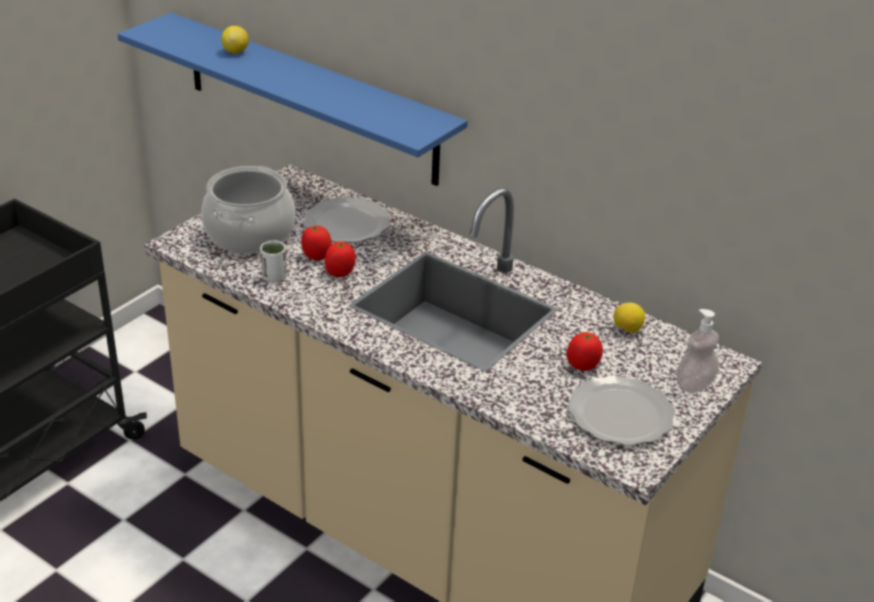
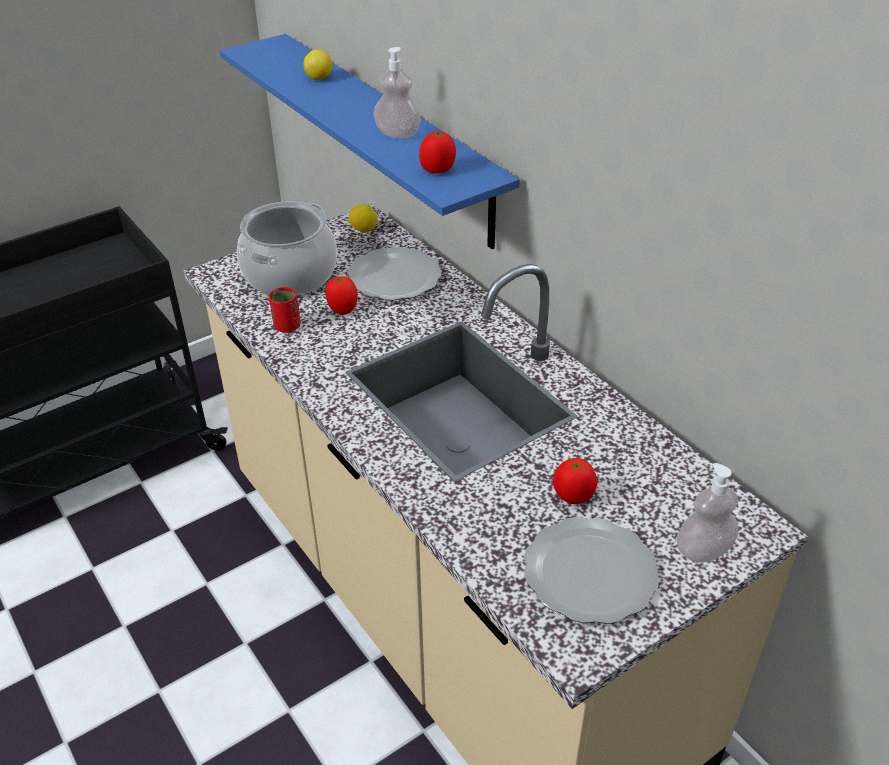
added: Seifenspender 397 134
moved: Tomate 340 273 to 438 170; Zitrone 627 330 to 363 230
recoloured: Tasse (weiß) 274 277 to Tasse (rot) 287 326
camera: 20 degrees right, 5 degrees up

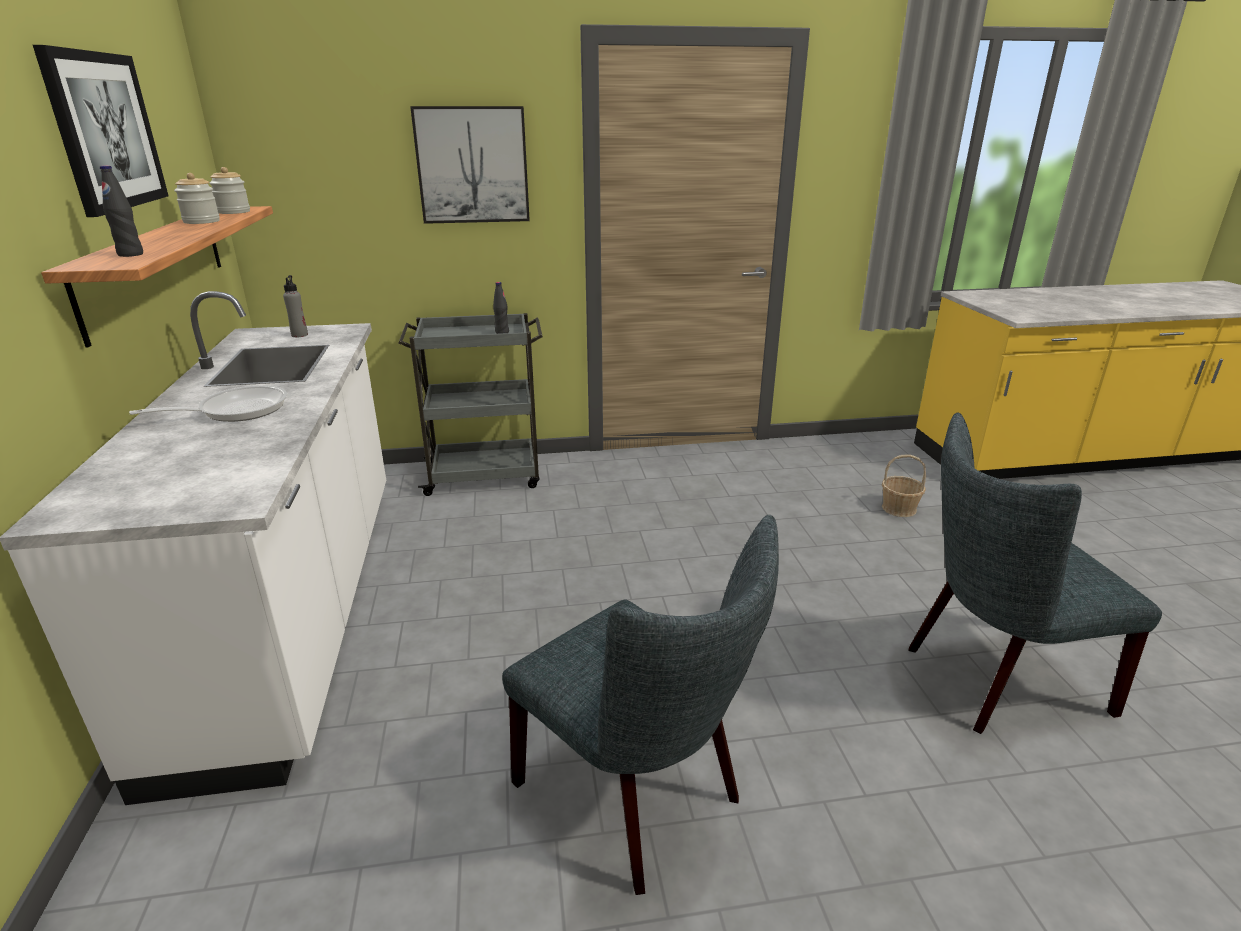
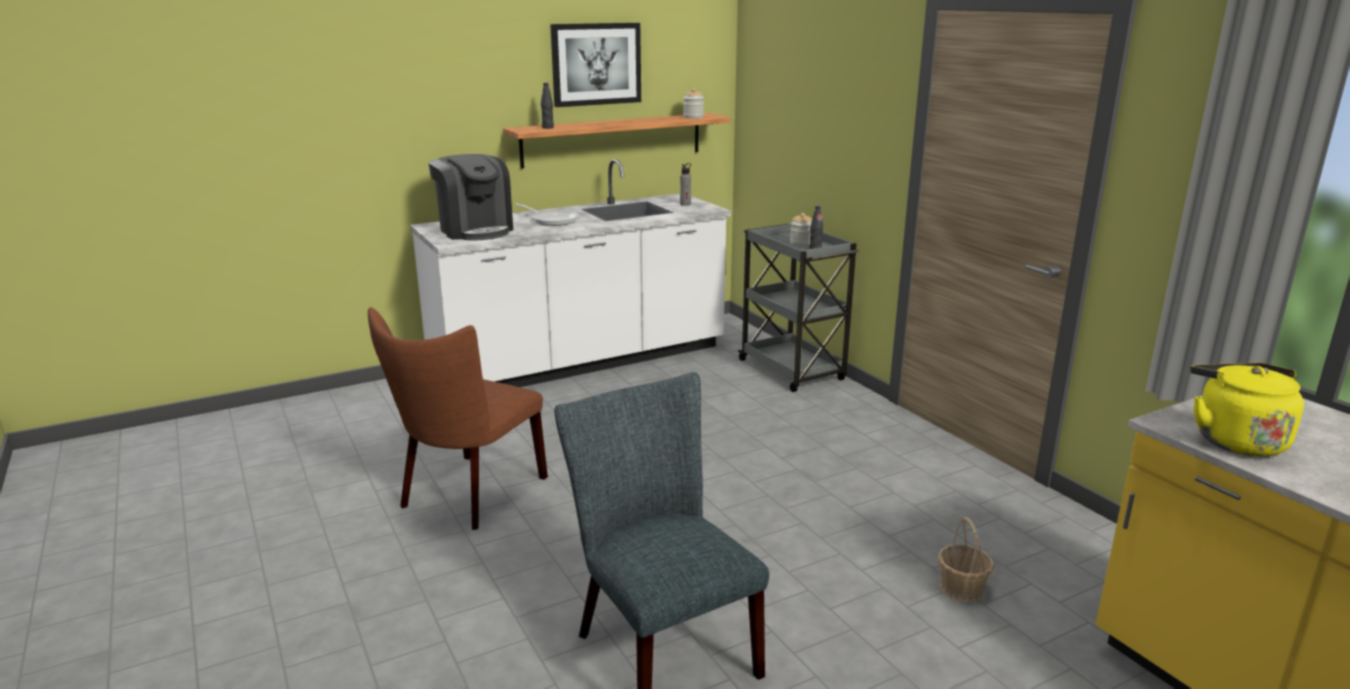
removed: Bild 472 165
added: Kaffeemaschine 475 230; Wasserkessel (gelb) 1234 440
moved: Vorratsglas 201 222 to 801 243
recoloured: Stuhl (grau) 638 796 to Stuhl (braun) 467 495
camera: 70 degrees right, 5 degrees down

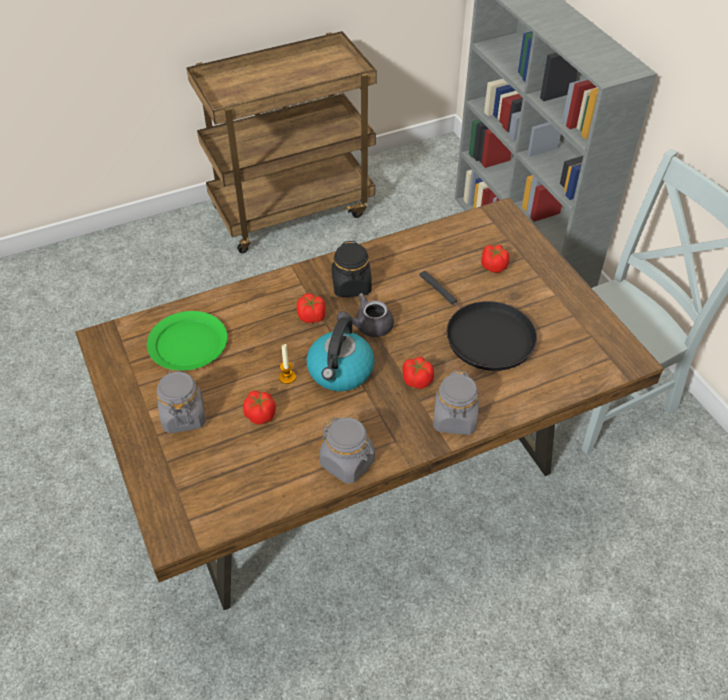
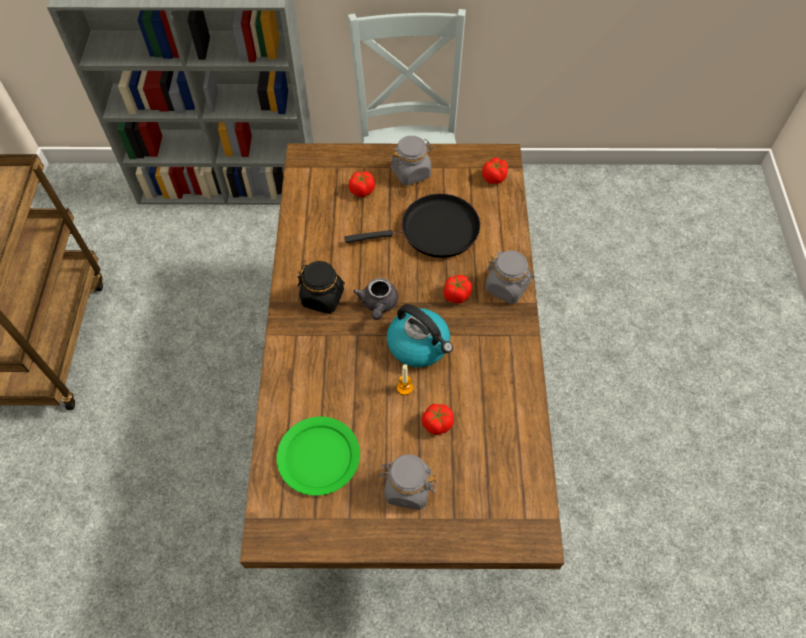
moved: Tomate 312 316 to 494 177; Vorratsglas (grau) 347 463 to 411 172
camera: 65 degrees left, 10 degrees up

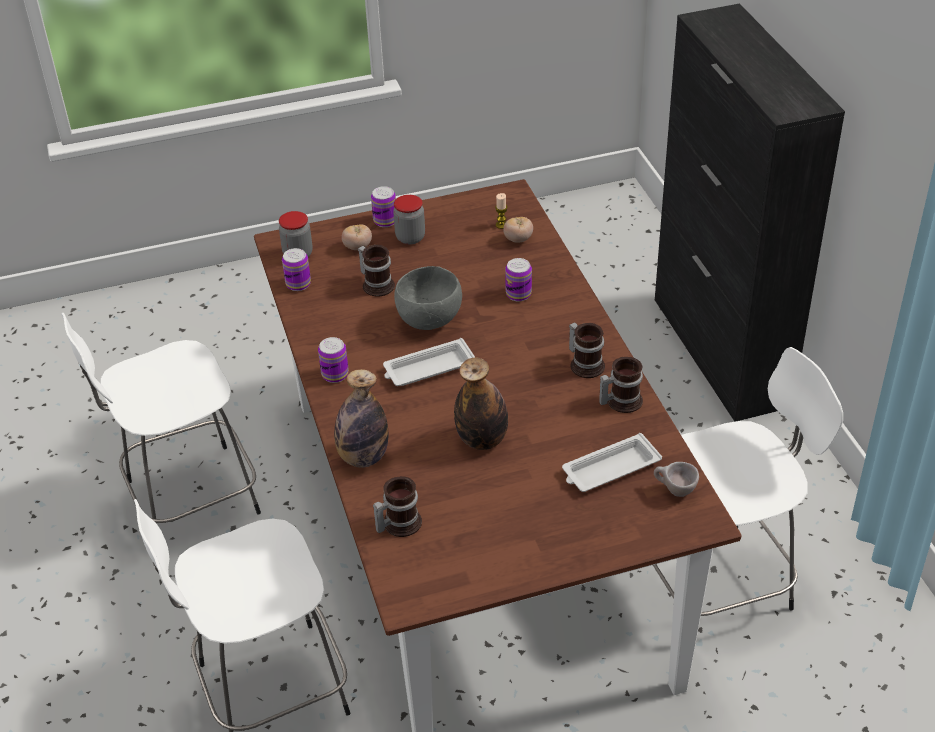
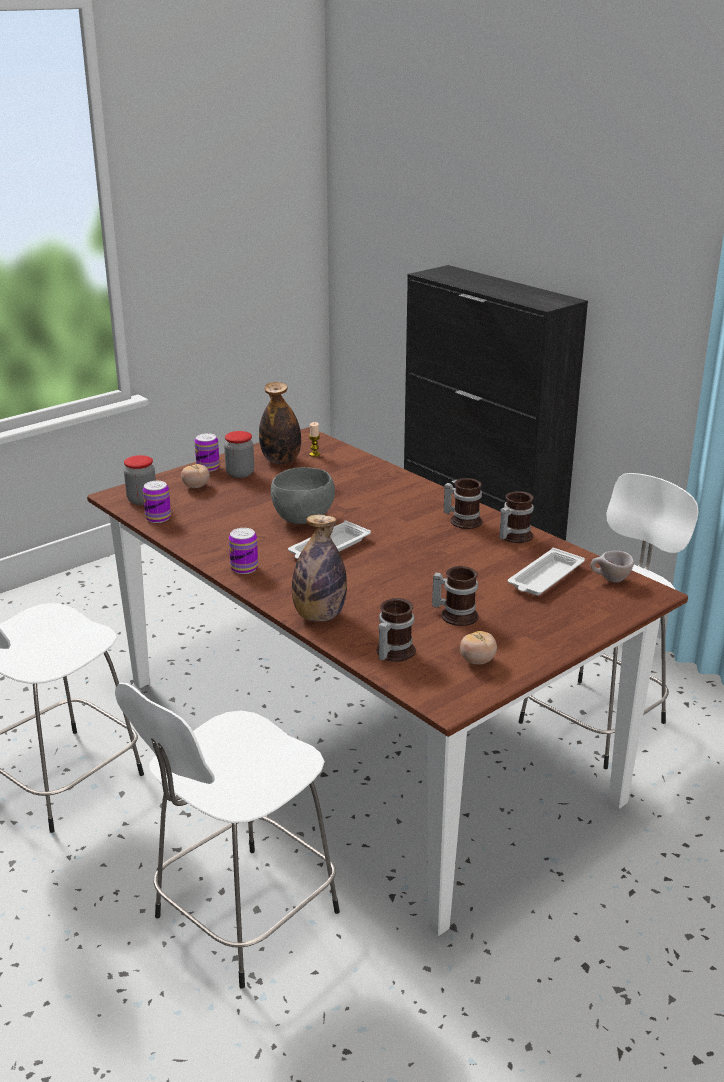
removed: Dose 518 294
moved: Tomate 518 239 to 477 661; Henkelbecher 377 284 to 456 614; Flasche 482 440 to 281 461
camera: 25 degrees left, 15 degrees down

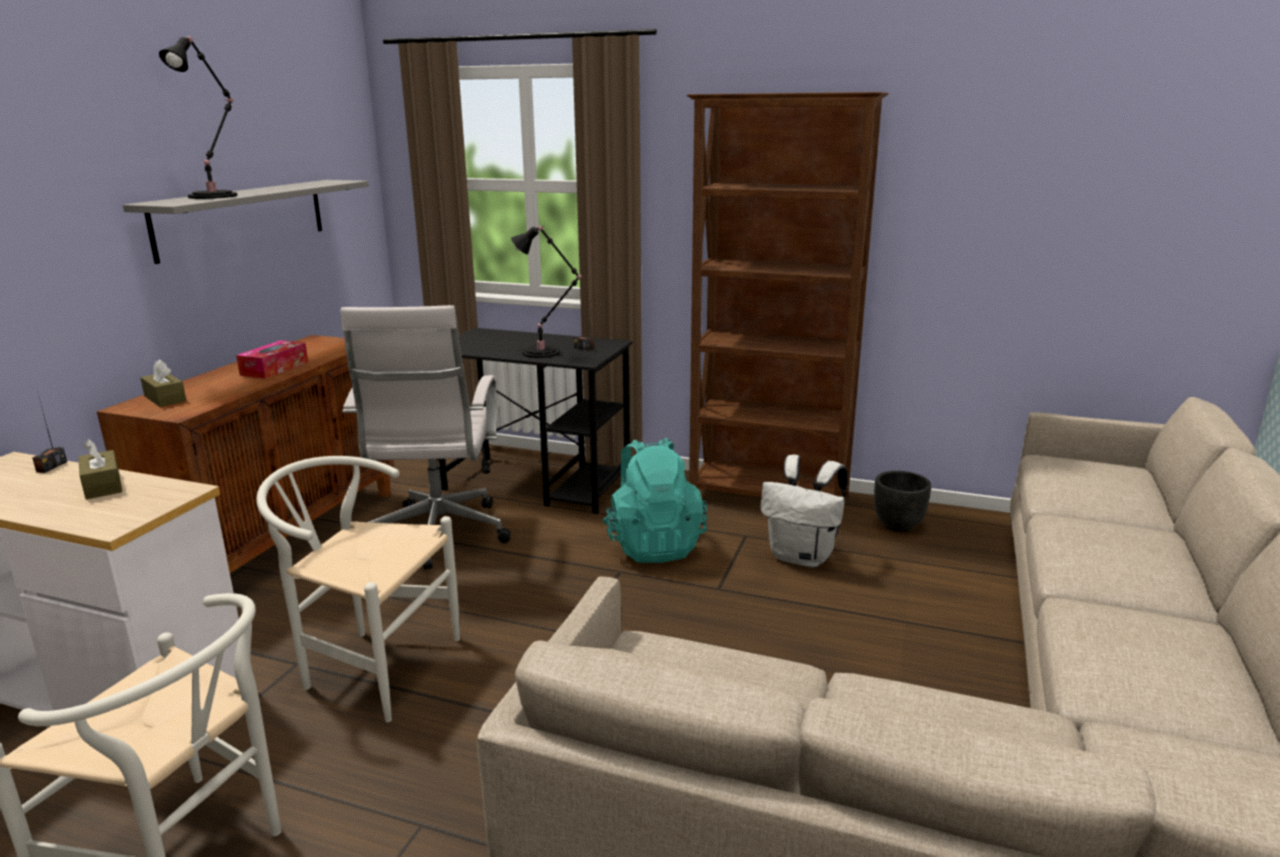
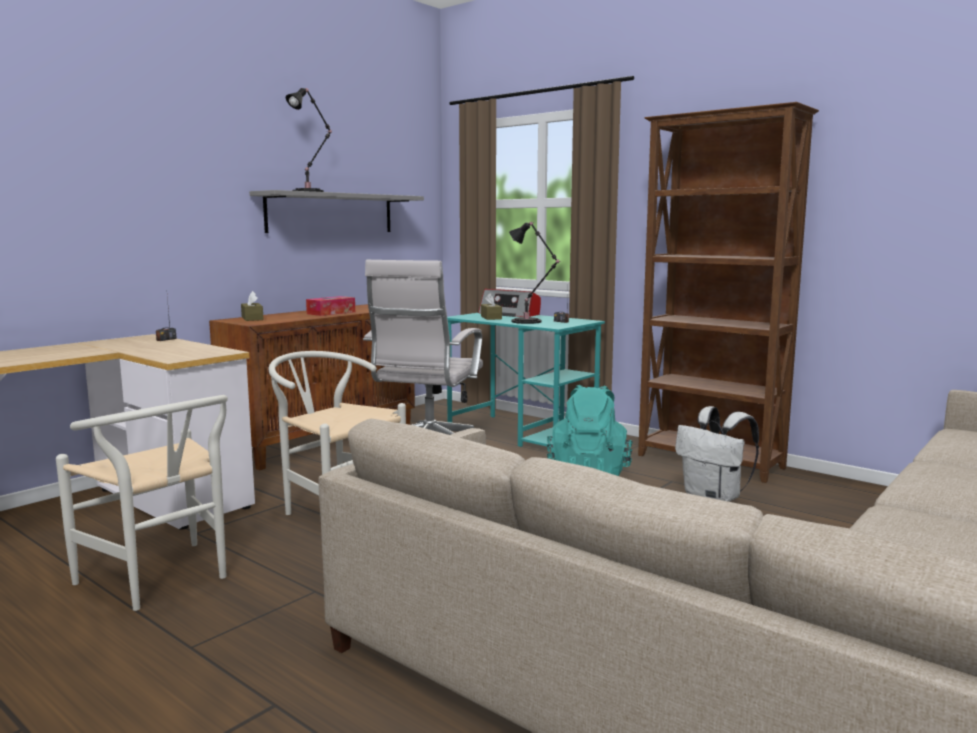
removed: Pflanzkübel (schwarz) 897 526
added: Radio 510 314
moved: Taschentuchbox (braun) 103 485 to 491 317
recoloured: Schreibtisch (schwarz) 539 484 to Schreibtisch (türkis) 522 434
camera: 20 degrees right, 10 degrees down

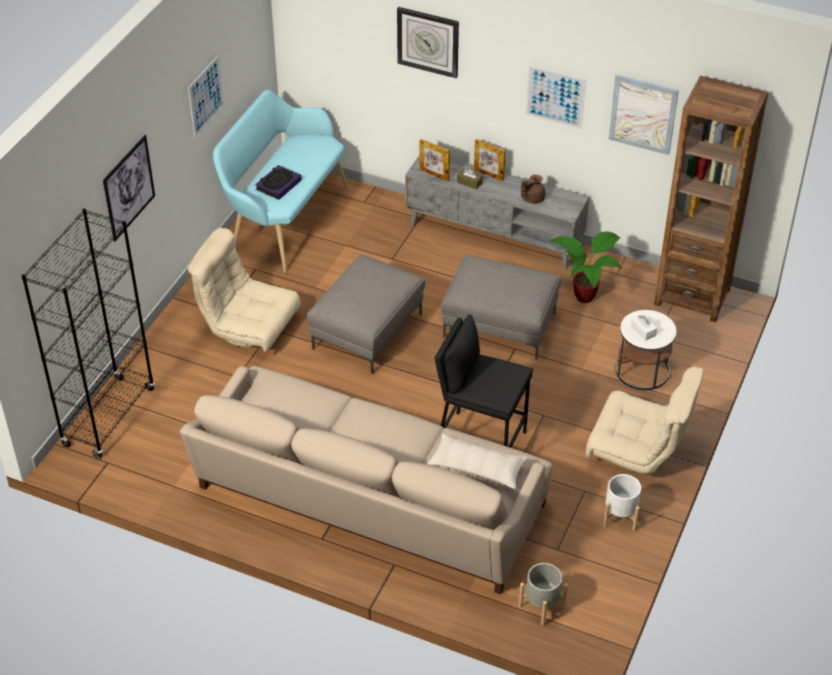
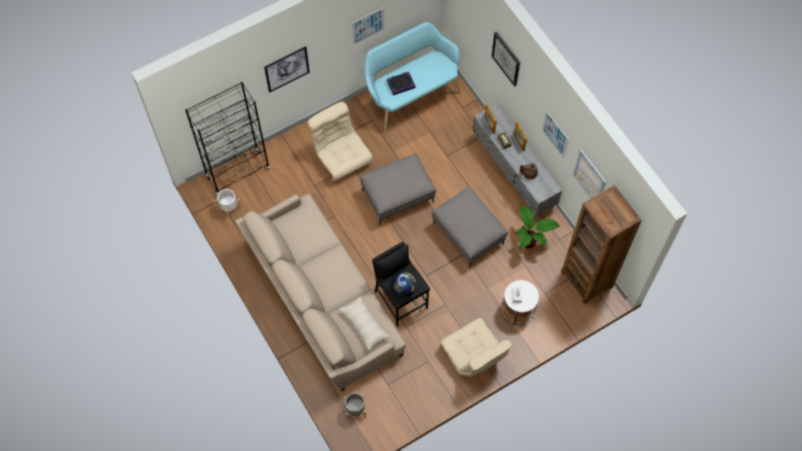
added: Globus 403 289
moved: Pflanzkübel (weiß) 620 516 to 229 208
camera: 35 degrees right, 20 degrees up

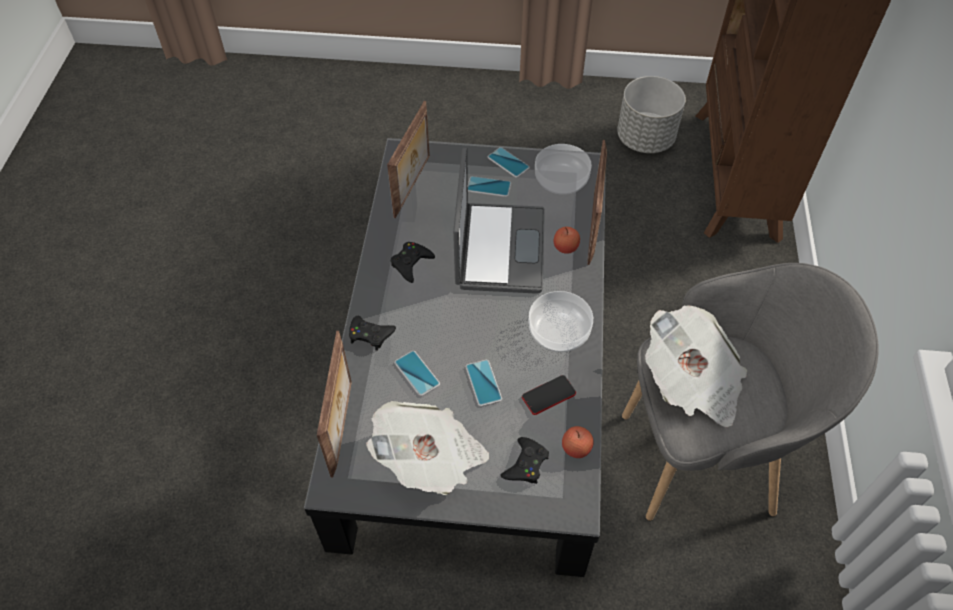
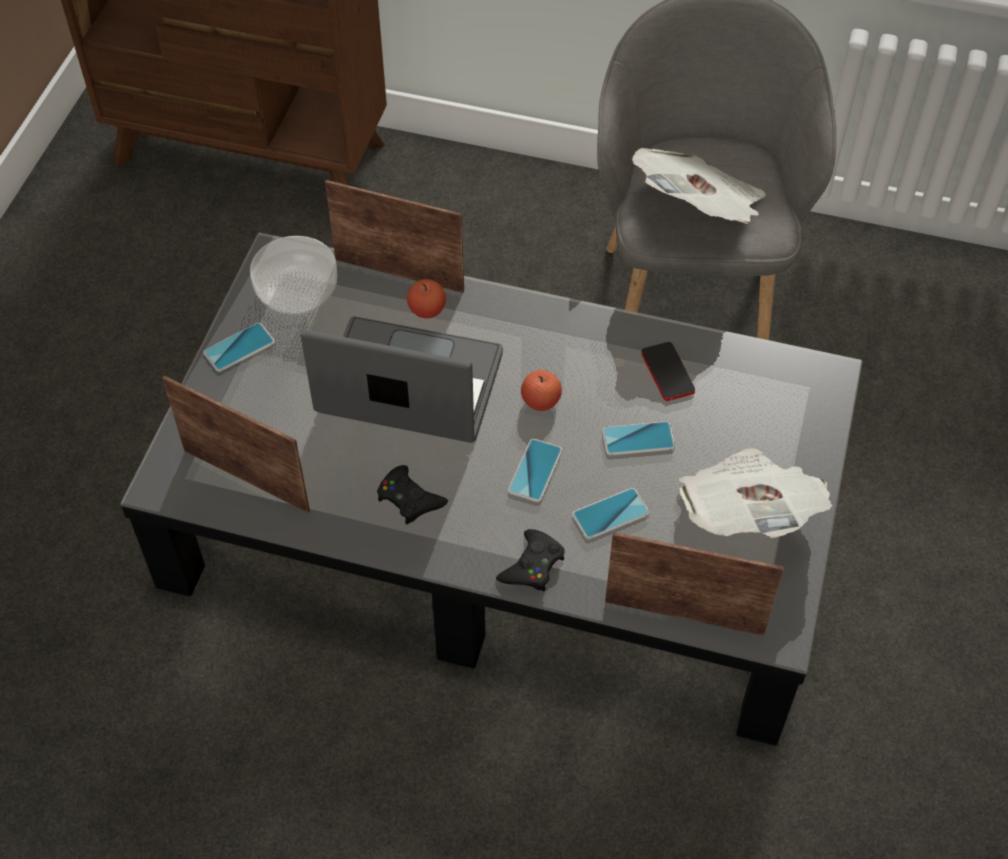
removed: Pflanzkübel (grau) 645 139; Schüssel 558 332; Gamepad (schwarz) 526 464
moved: Handy 489 187 to 535 471; Apfel 576 448 to 541 401
camera: 80 degrees left, 0 degrees up

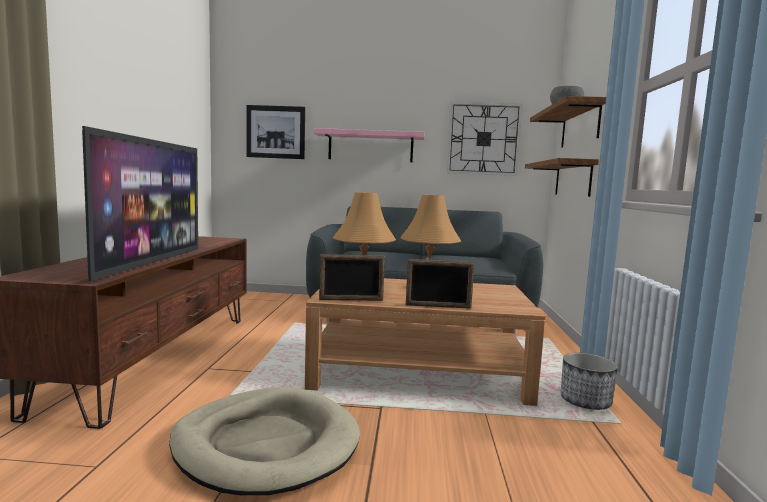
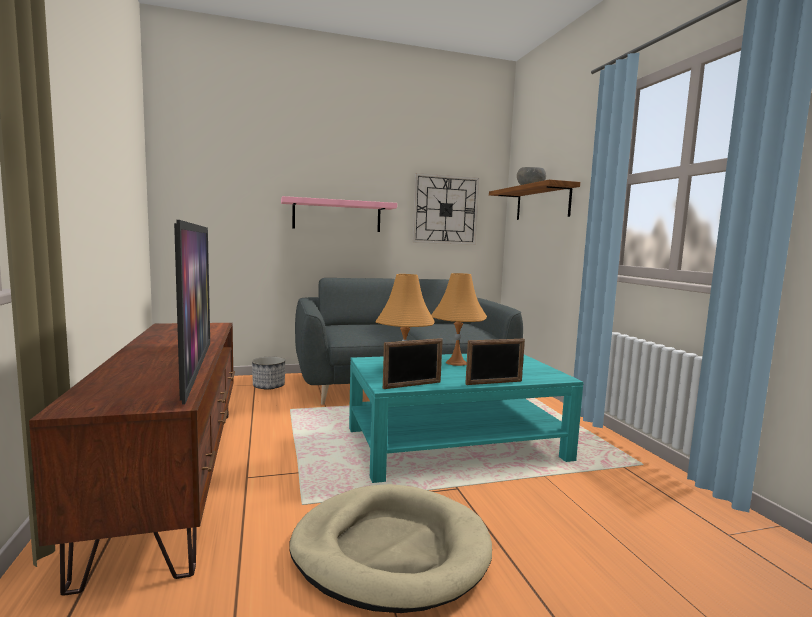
removed: Bild 275 132; Wandregal 572 179
moved: Pflanzkübel 585 402 to 268 386
recoloured: Couchtisch (braun) 420 371 to Couchtisch (türkis) 456 444
camera: 20 degrees left, 0 degrees up

